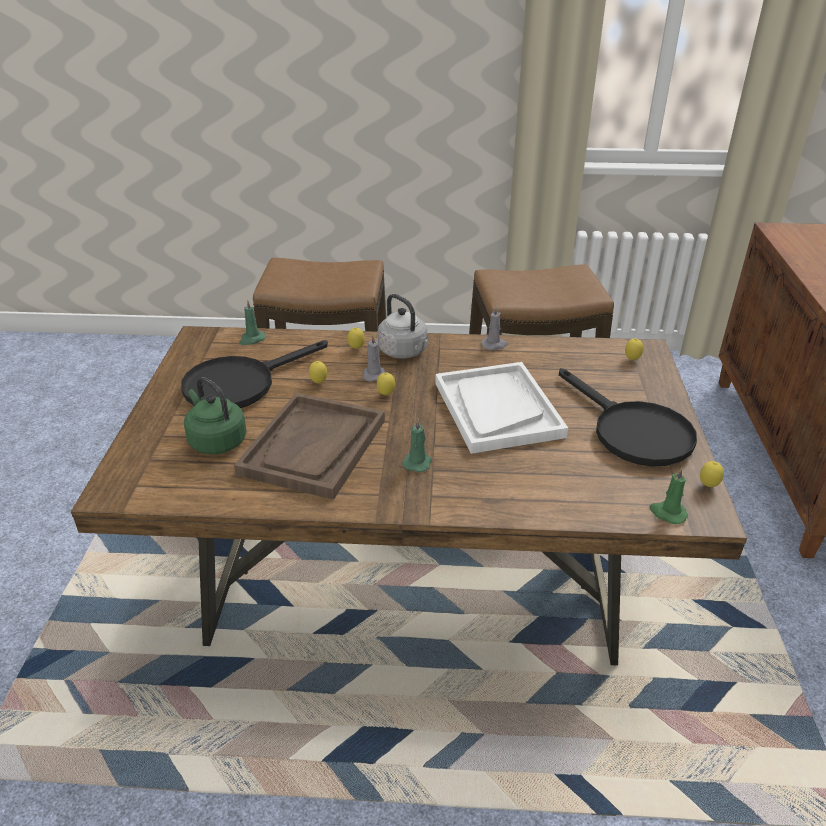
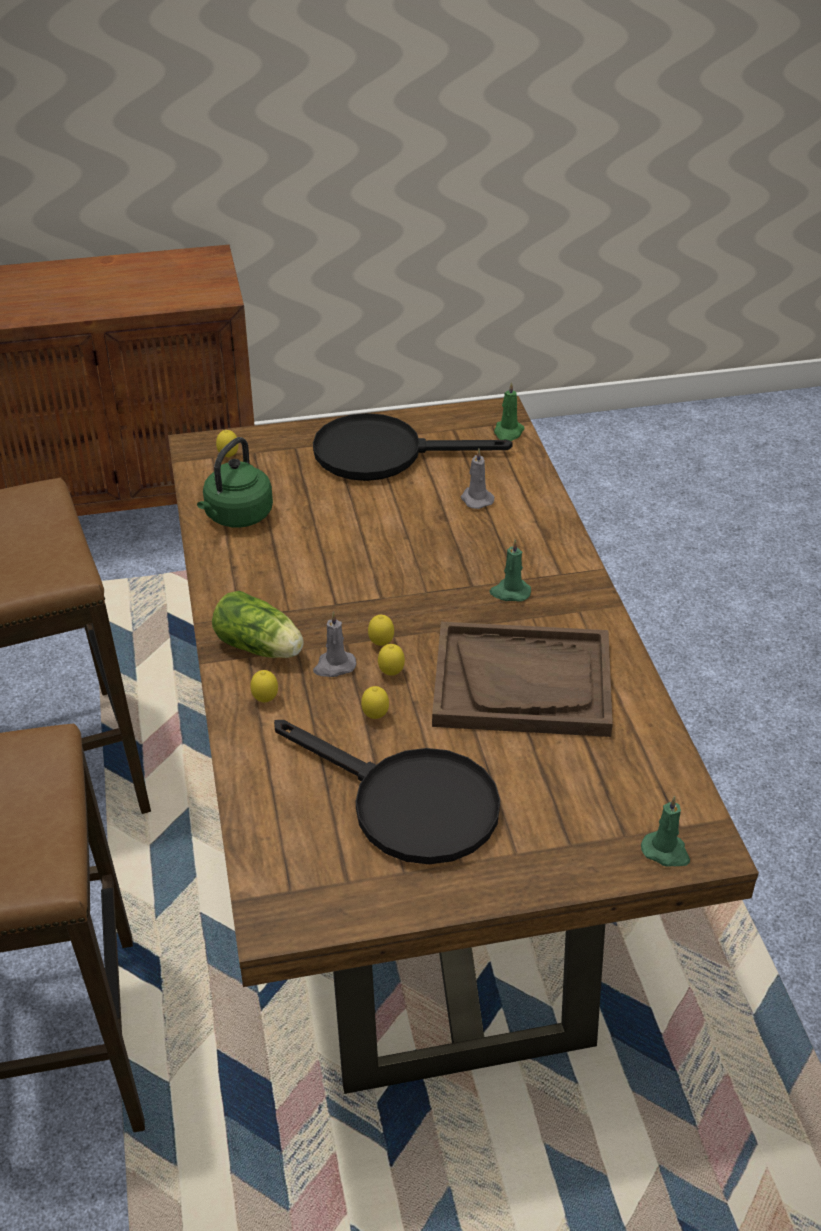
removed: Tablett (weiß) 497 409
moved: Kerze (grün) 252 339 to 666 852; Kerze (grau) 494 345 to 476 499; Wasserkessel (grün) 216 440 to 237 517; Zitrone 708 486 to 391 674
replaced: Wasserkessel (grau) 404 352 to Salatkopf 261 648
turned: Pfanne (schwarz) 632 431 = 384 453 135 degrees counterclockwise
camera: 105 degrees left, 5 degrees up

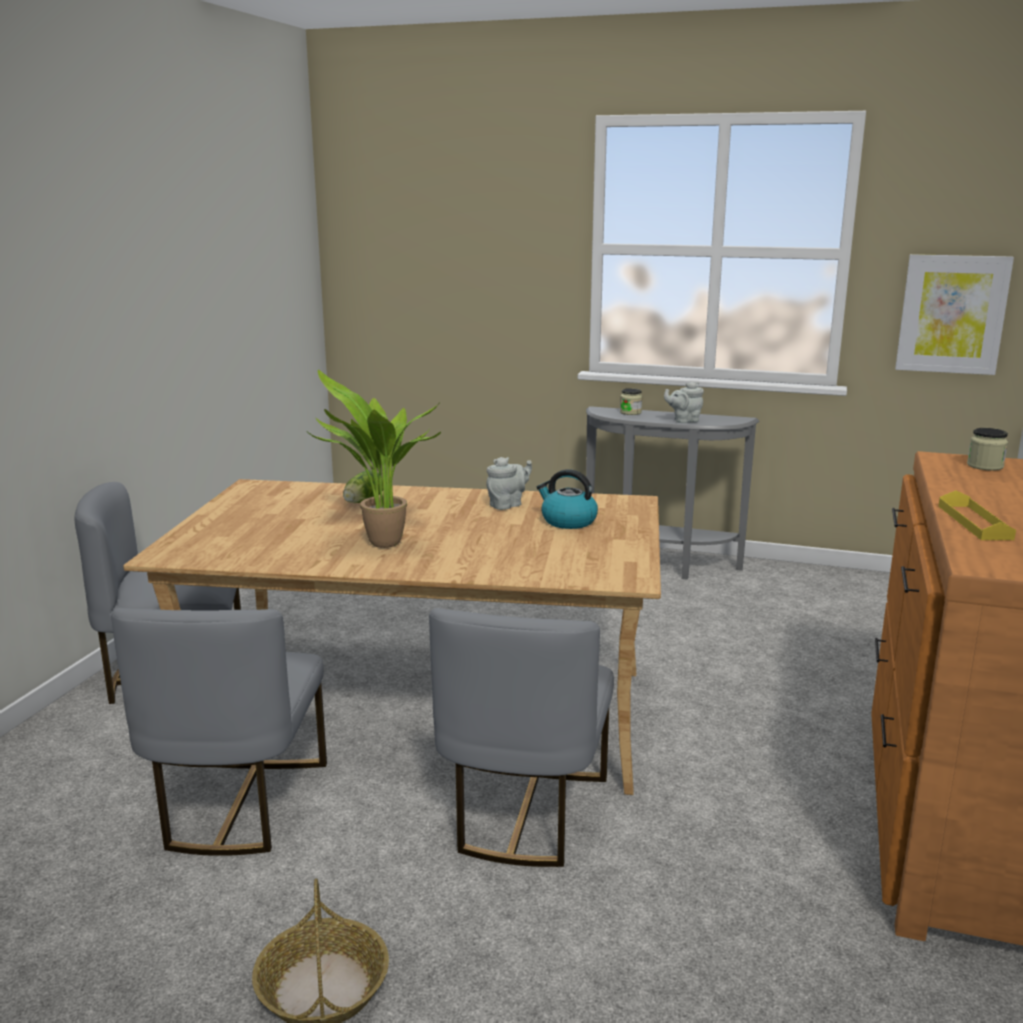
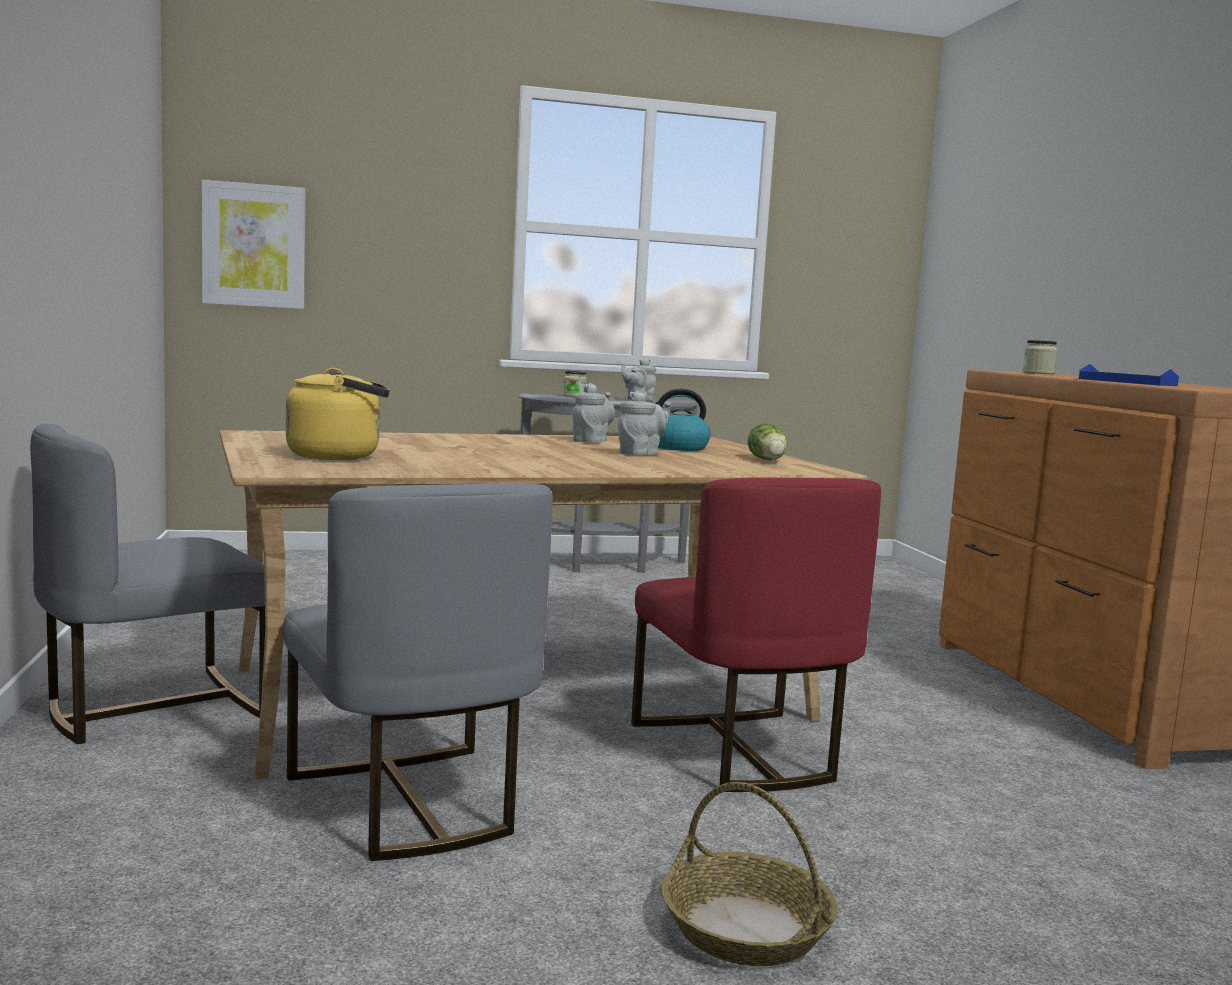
removed: Topfpflanze 381 545
added: Wasserkessel (gelb) 339 456; Teekanne (grau) 641 454
moved: Bild 952 314 to 254 245; Salatkopf 362 501 to 768 460
recoloured: Tablett (gelb) 974 522 to Tablett (blau) 1126 382; Stuhl (grau) 523 812 to Stuhl (rot) 740 751
camera: 30 degrees left, 10 degrees down

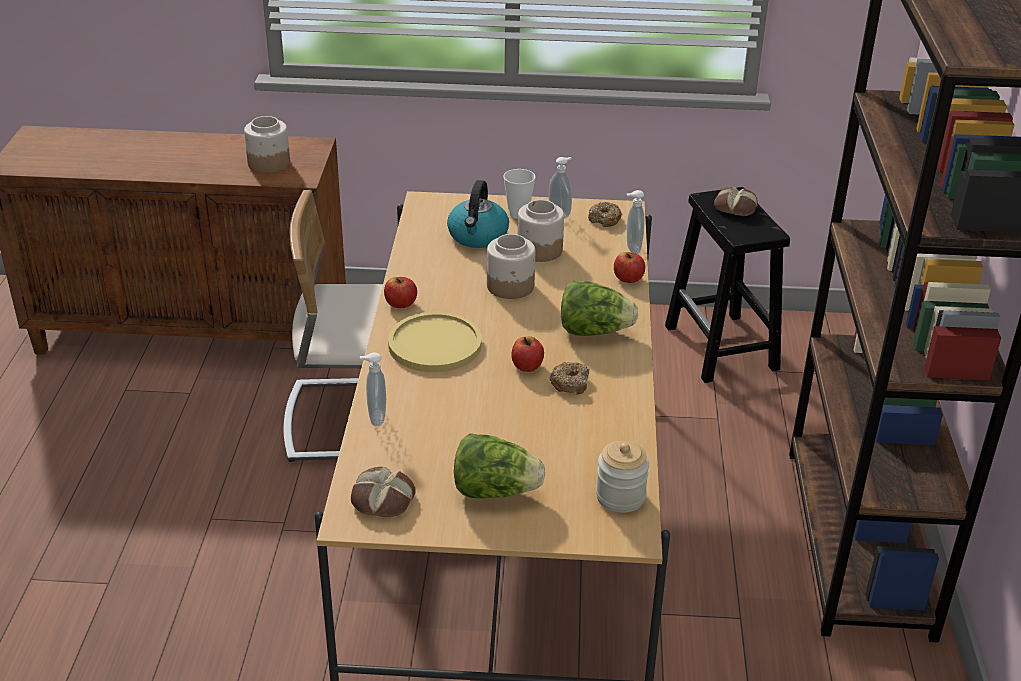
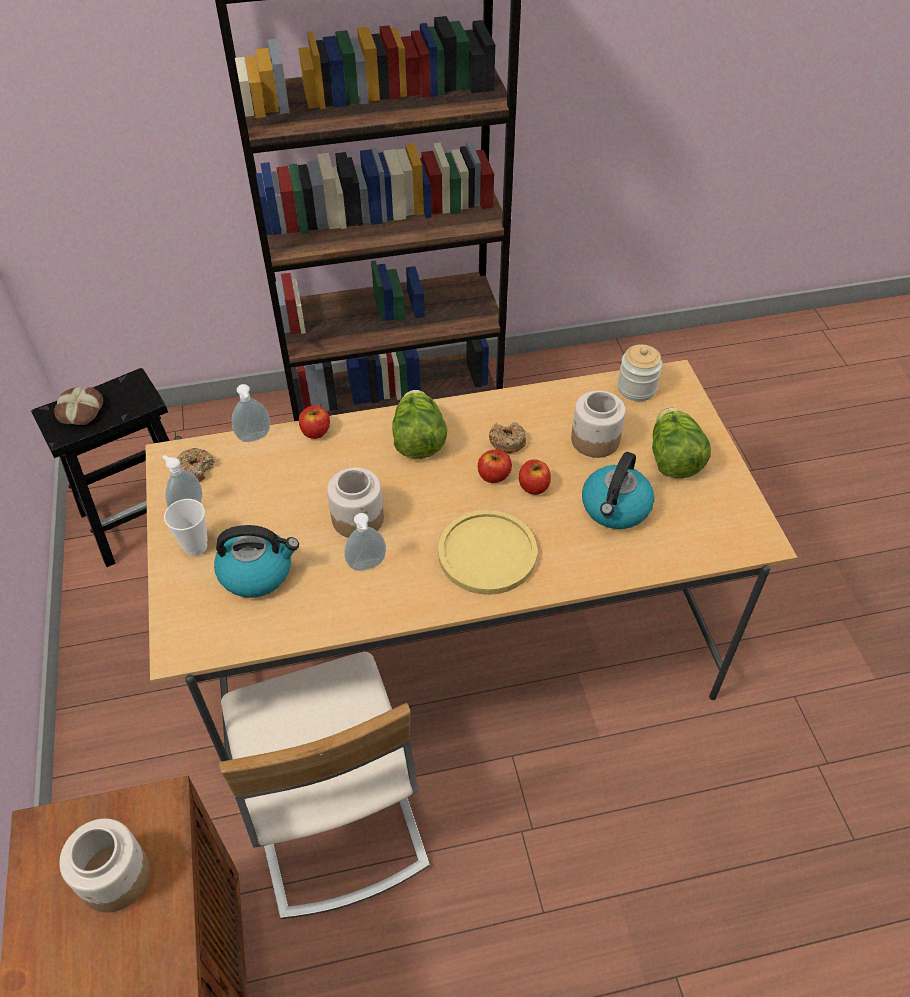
removed: Brot 382 500
added: Wasserkessel 615 508
moved: Vorratsglas 539 250 to 595 440; Apfel 401 304 to 533 486; Seifenspender 375 418 to 367 566
camera: 105 degrees left, 15 degrees up

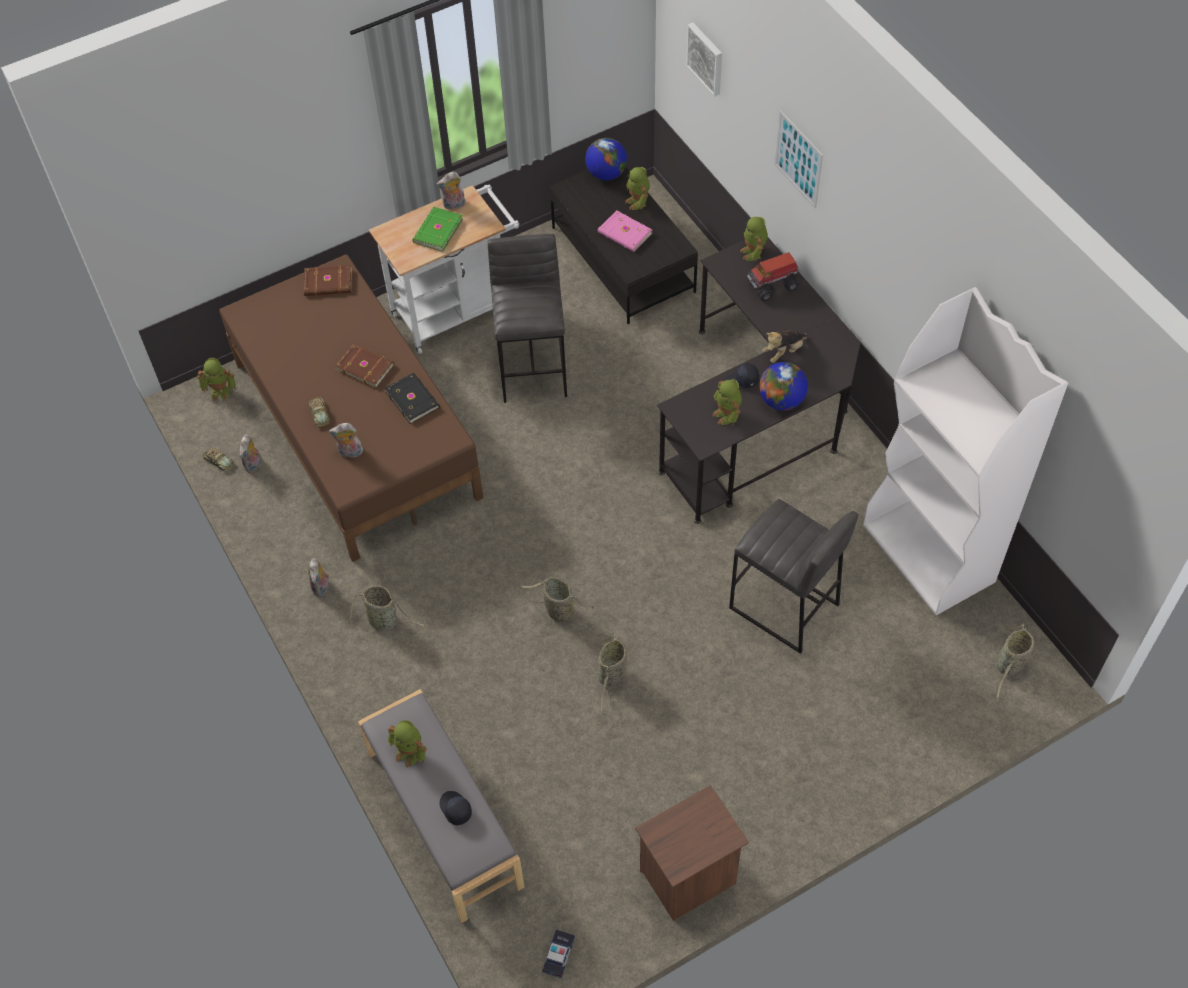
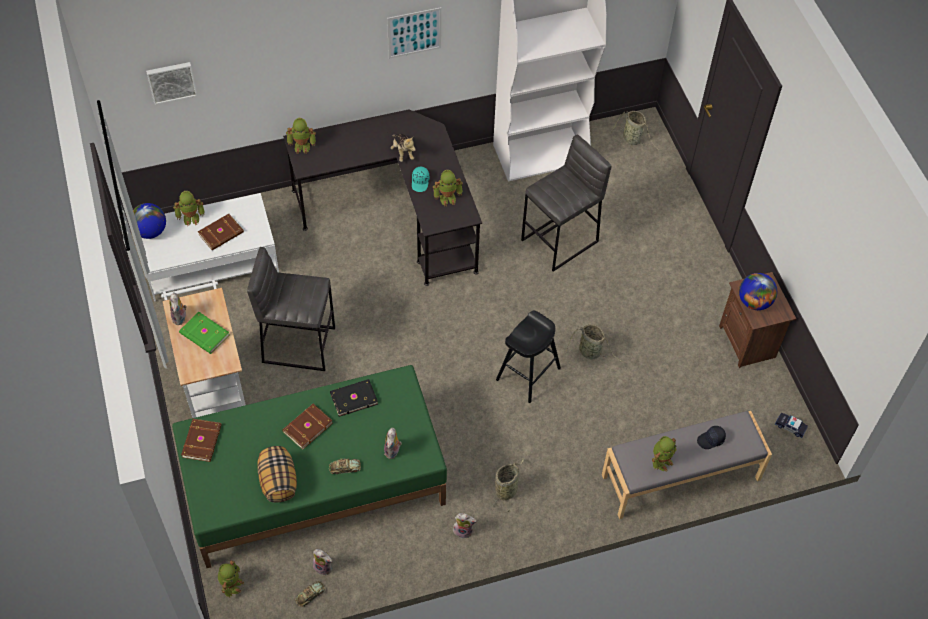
removed: Spielzeuglaster 773 285
added: Kissen 278 481
moved: Bild 798 159 to 414 32; Globus 781 400 to 754 302
replaced: Korb 558 611 to Hocker (schwarz) 528 373
recoloured: Couchtisch (schwarz) 623 260 to Couchtisch (weiß) 211 261; Buch (rosa) 624 234 to Buch (braun) 221 234; Bett (braun) 357 428 to Bett (grün) 312 481; Kappe (schwarz) 741 381 to Kappe (türkis) 420 182
camera: 80 degrees left, 0 degrees up

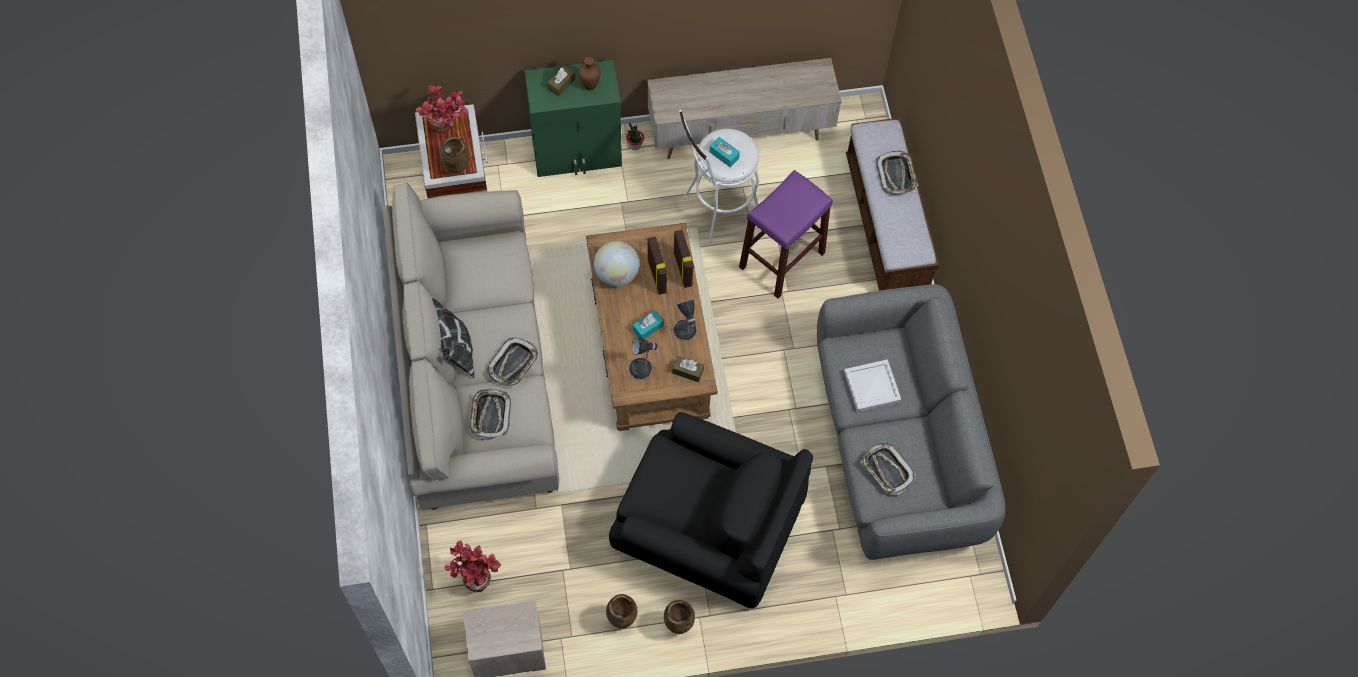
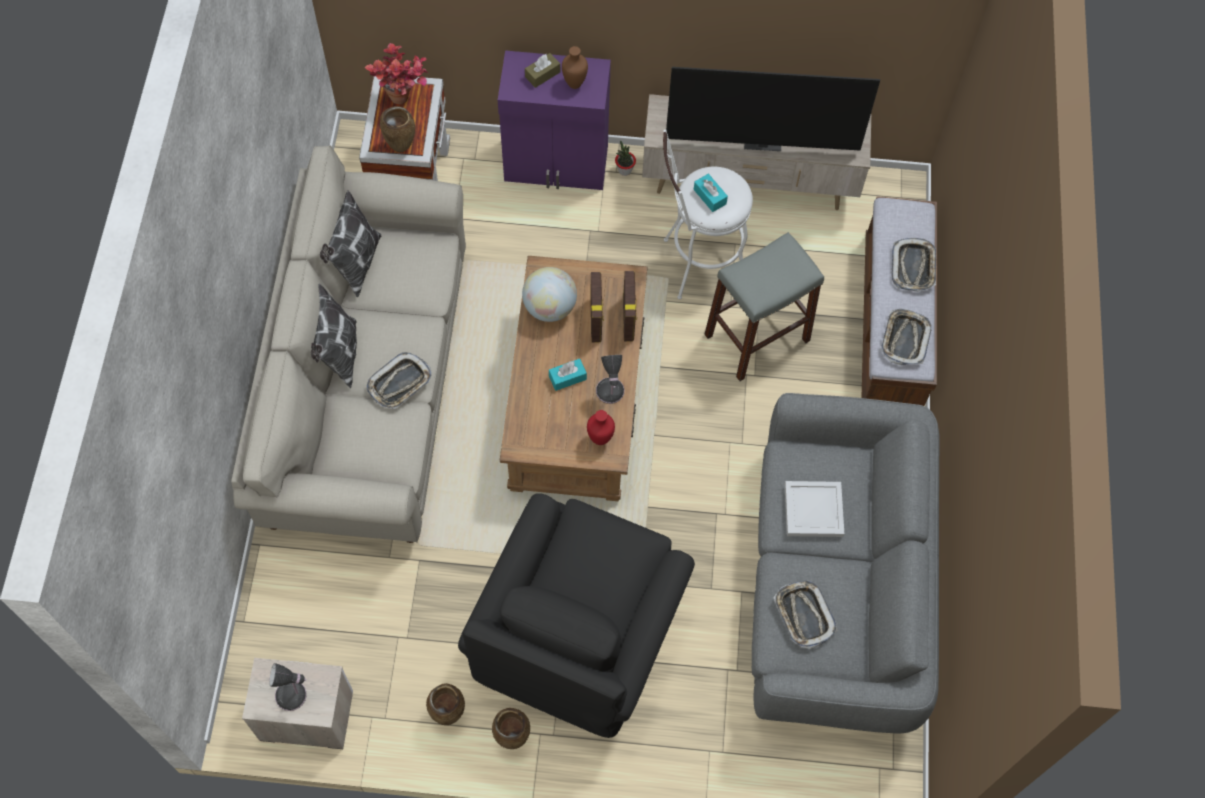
removed: Topfpflanze 476 578
added: Fernseher 763 140; Kissen 356 265
moved: Tischlampe 642 368 to 293 695; Tablett 490 415 to 904 339
replaced: Taschentuchbox (braun) 688 371 to Vase (rot) 599 439
recoloured: Schrank (grün) 577 153 to Schrank (lila) 556 165; Hocker (lila) 781 260 to Hocker (grau) 756 338
turned: Sessel (schwarz) 707 525 = 581 627 75 degrees clockwise
camera: 15 degrees right, 0 degrees up

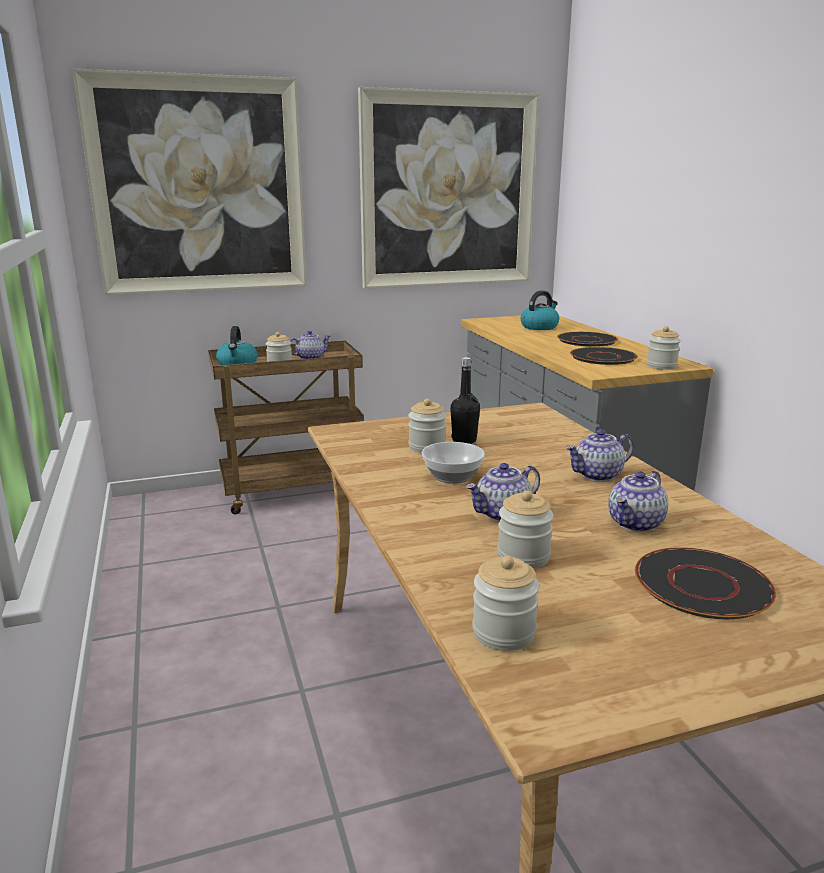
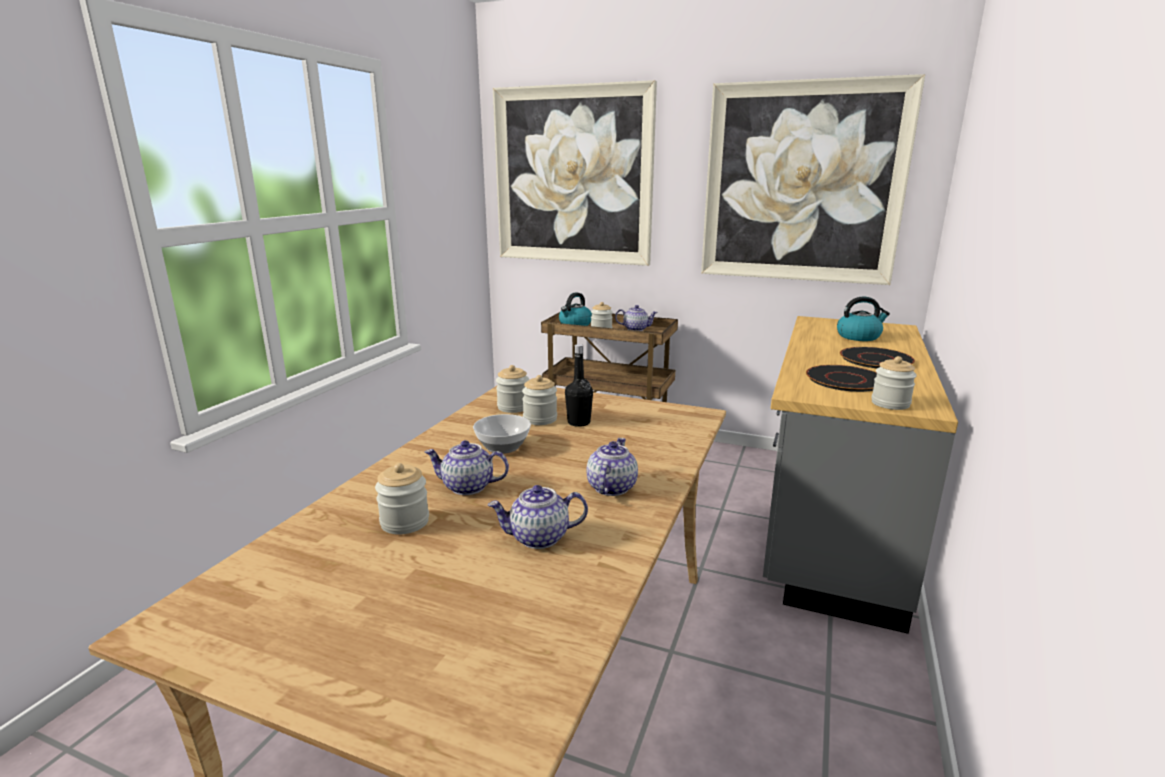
removed: Teller (schwarz) 703 585
moved: Vorratsglas 503 633 to 513 407
turned: Teekanne 597 475 = 611 487 90 degrees clockwise
camera: 40 degrees right, 0 degrees up

